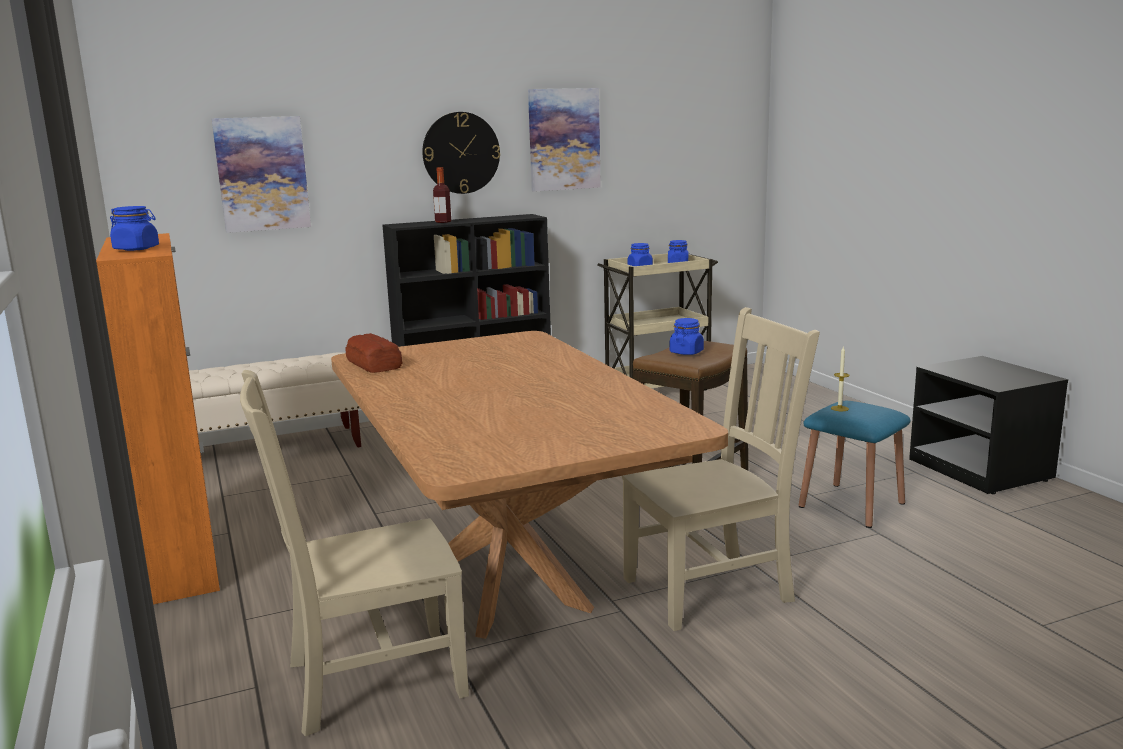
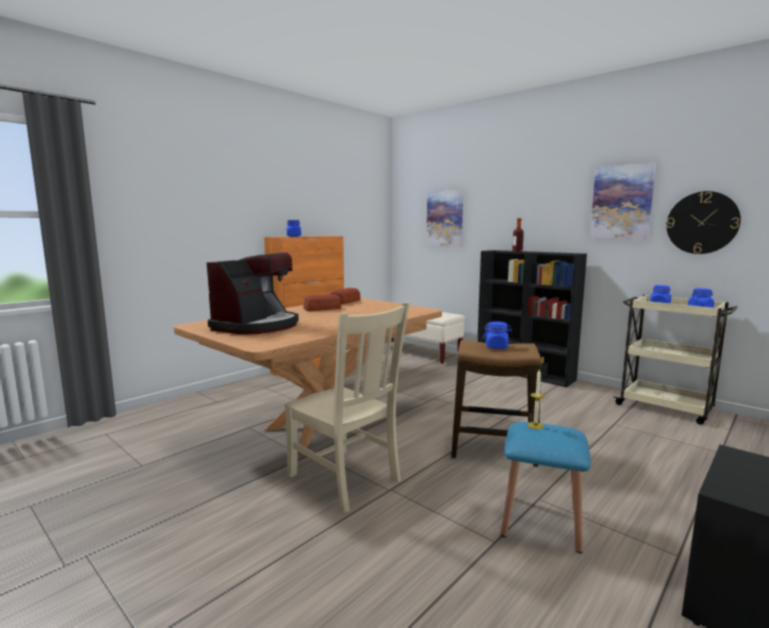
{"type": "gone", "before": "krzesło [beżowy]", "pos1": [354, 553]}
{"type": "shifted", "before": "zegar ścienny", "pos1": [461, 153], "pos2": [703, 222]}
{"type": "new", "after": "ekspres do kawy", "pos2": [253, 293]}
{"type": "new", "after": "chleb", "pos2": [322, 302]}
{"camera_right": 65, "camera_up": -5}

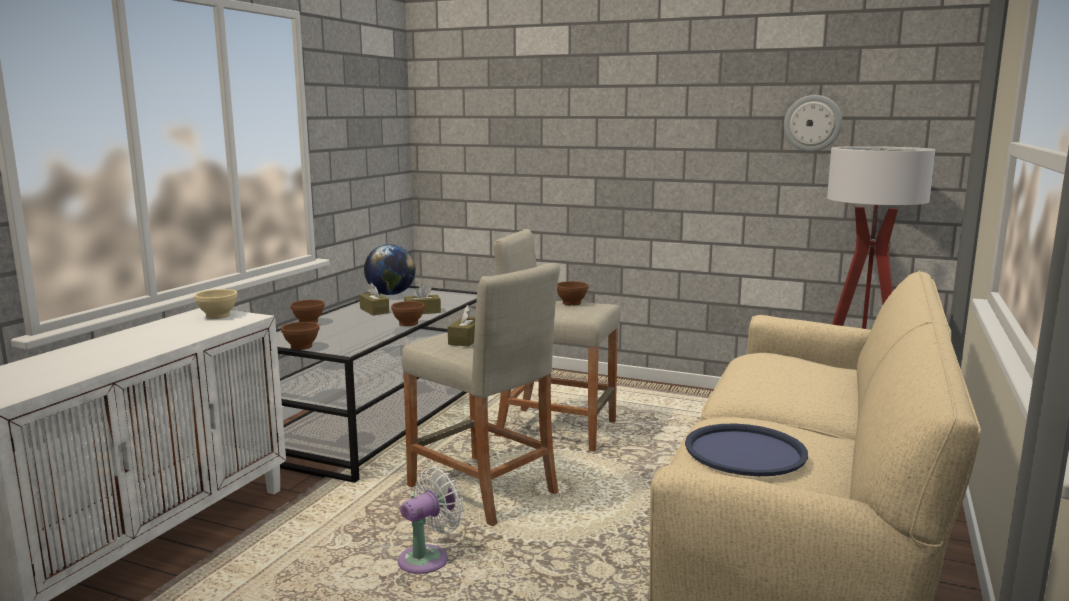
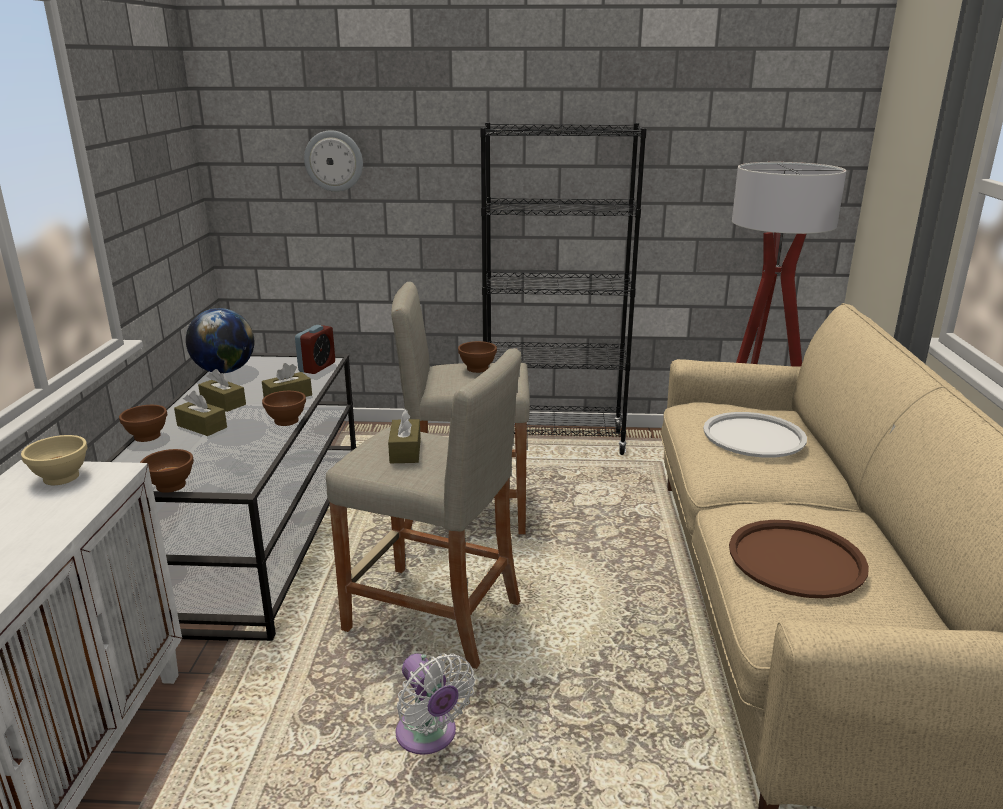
{"type": "rotated", "before": "wentylator [biały]", "pos1": [431, 520], "pos2": [435, 704], "turn": 120}
{"type": "repainted", "before": "taca [niebieski]", "after": "taca [brązowy]", "pos1": [746, 450], "pos2": [799, 559]}
{"type": "shifted", "before": "zegar ścienny", "pos1": [813, 123], "pos2": [333, 161]}
{"type": "new", "after": "pudełko chusteczek [brązowy]", "pos2": [200, 413]}
{"type": "new", "after": "budzik", "pos2": [315, 349]}
{"type": "new", "after": "regał [czarny]", "pos2": [563, 289]}
{"type": "new", "after": "taca [biały]", "pos2": [755, 435]}
{"camera_right": -20, "camera_up": 10}

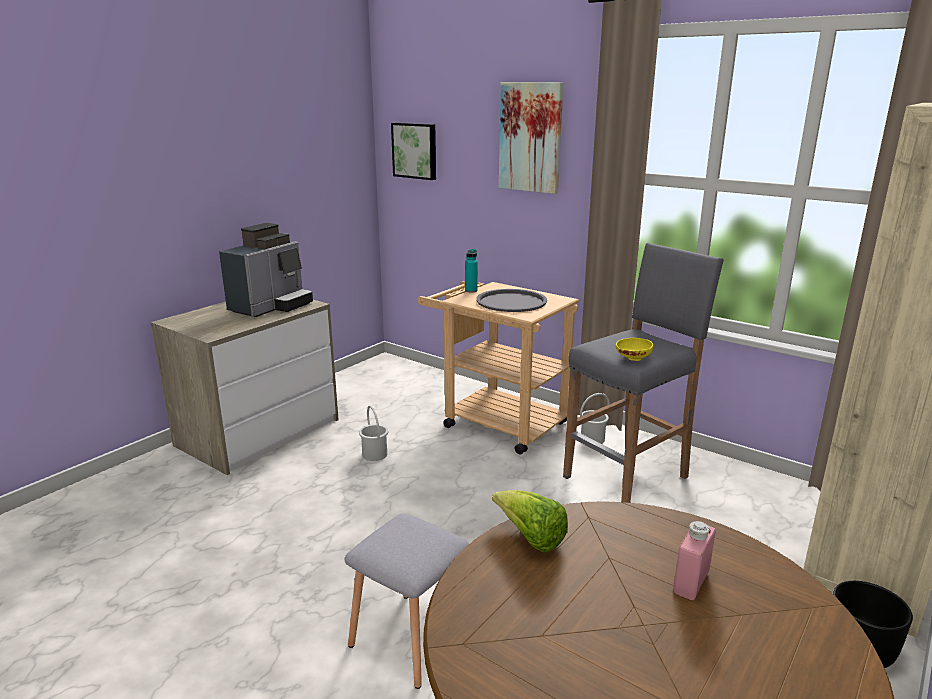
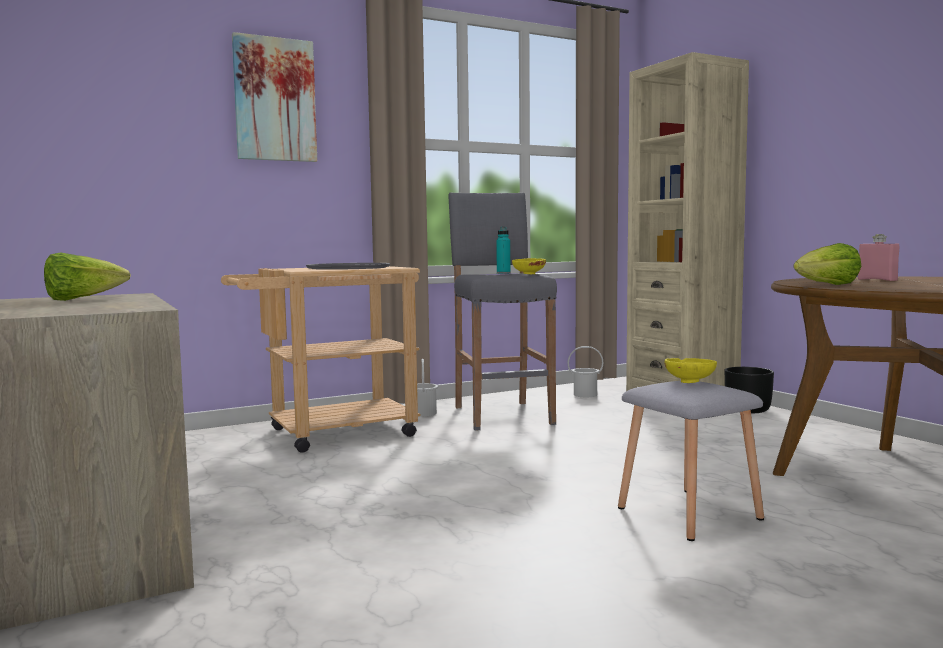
{"type": "swapped", "before": "ekspres do kawy", "after": "sałata", "pos1": [266, 270], "pos2": [87, 277]}
{"type": "shifted", "before": "wiadro [biały]", "pos1": [373, 433], "pos2": [586, 371]}
{"type": "gone", "before": "obraz", "pos1": [413, 151]}
{"type": "shifted", "before": "butelka [turkusowy]", "pos1": [471, 270], "pos2": [503, 250]}
{"type": "new", "after": "miska [żółty]", "pos2": [690, 370]}
{"camera_right": -65, "camera_up": -15}

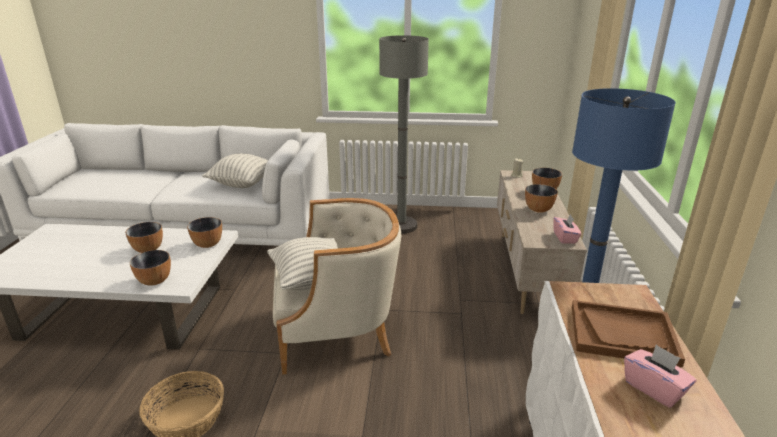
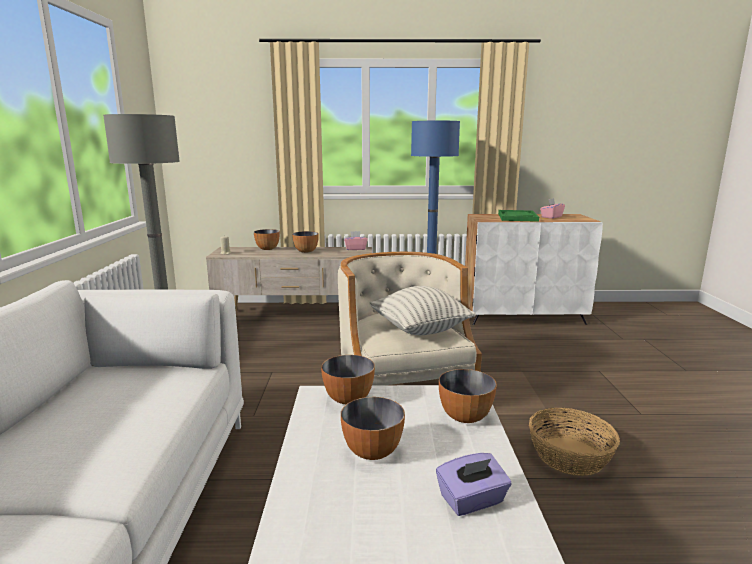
{"type": "gone", "before": "poduszka", "pos1": [235, 170]}
{"type": "repainted", "before": "taca [brązowy]", "after": "taca [zielony]", "pos1": [628, 333], "pos2": [518, 216]}
{"type": "new", "after": "pudełko chusteczek [fioletowy]", "pos2": [474, 484]}
{"camera_right": -95, "camera_up": -10}

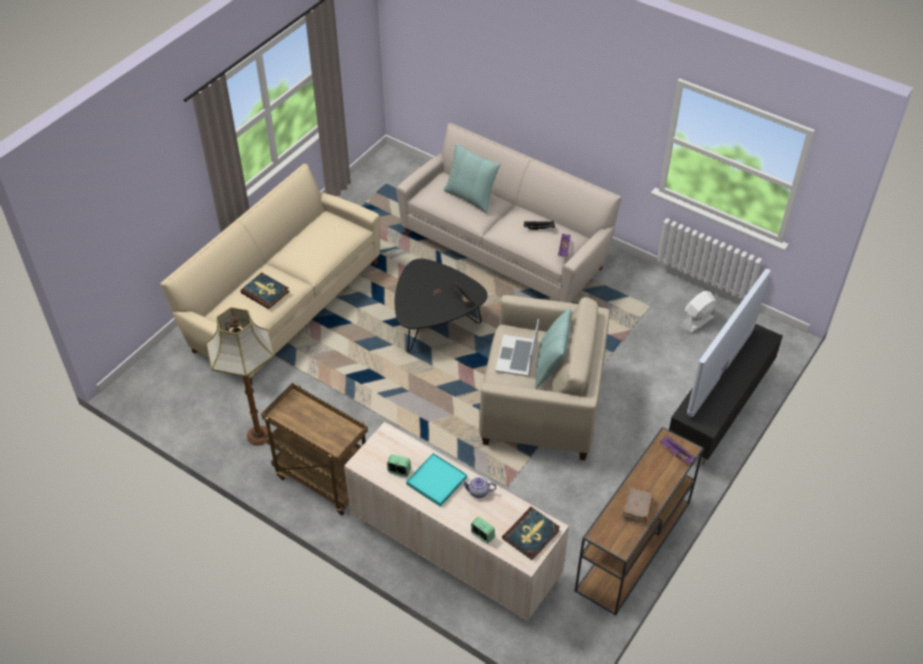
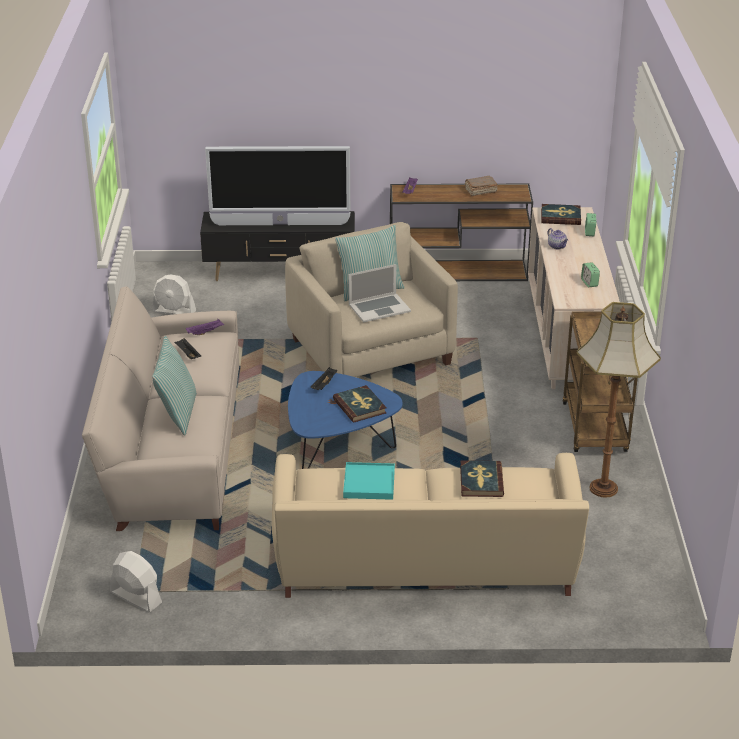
{"type": "repainted", "before": "ława [czarny]", "after": "ława [niebieski]", "pos1": [441, 306], "pos2": [345, 420]}
{"type": "shifted", "before": "taca [turkusowy]", "pos1": [436, 480], "pos2": [369, 481]}
{"type": "new", "after": "wentylator [biały]", "pos2": [136, 582]}
{"type": "new", "after": "książka", "pos2": [360, 404]}
{"camera_right": -125, "camera_up": -15}

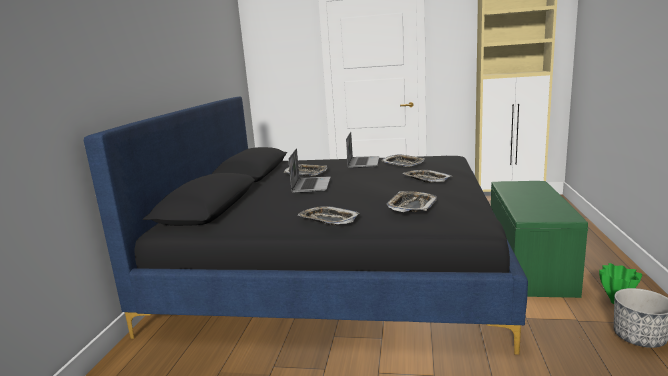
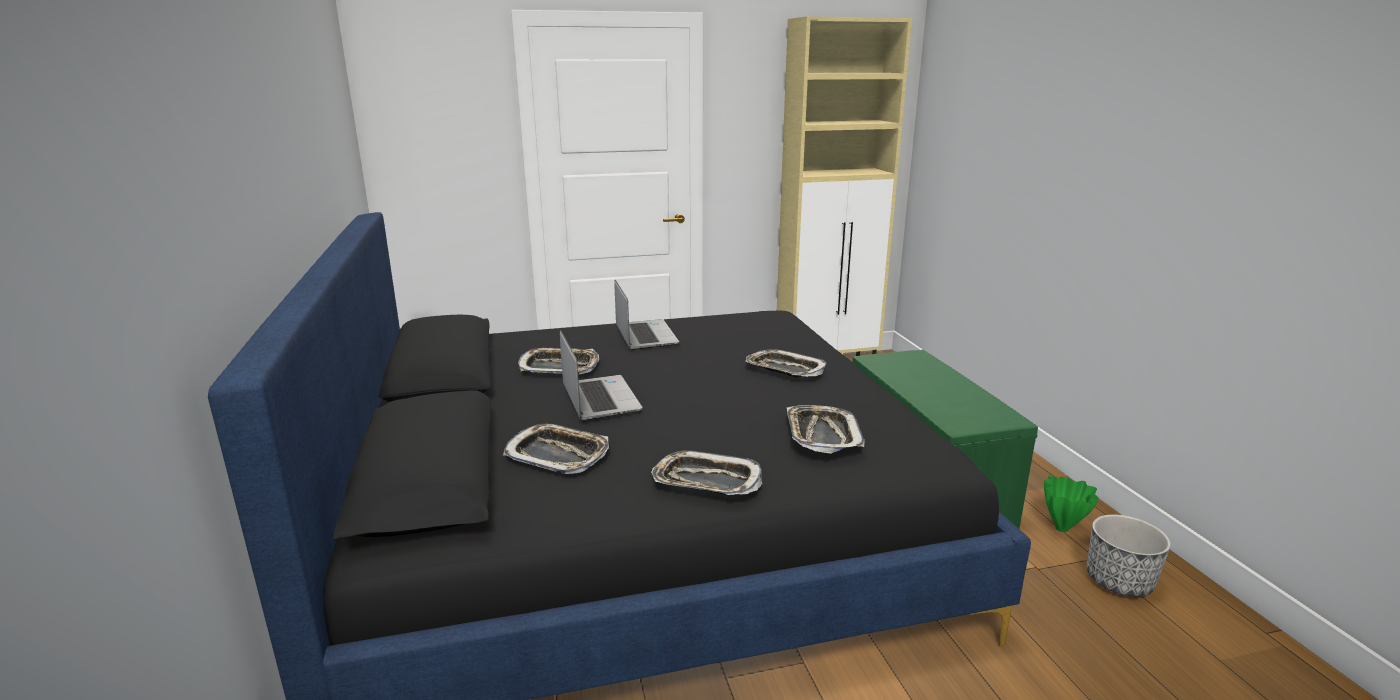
{"type": "shifted", "before": "taca", "pos1": [403, 161], "pos2": [556, 449]}
{"camera_right": -25, "camera_up": 5}

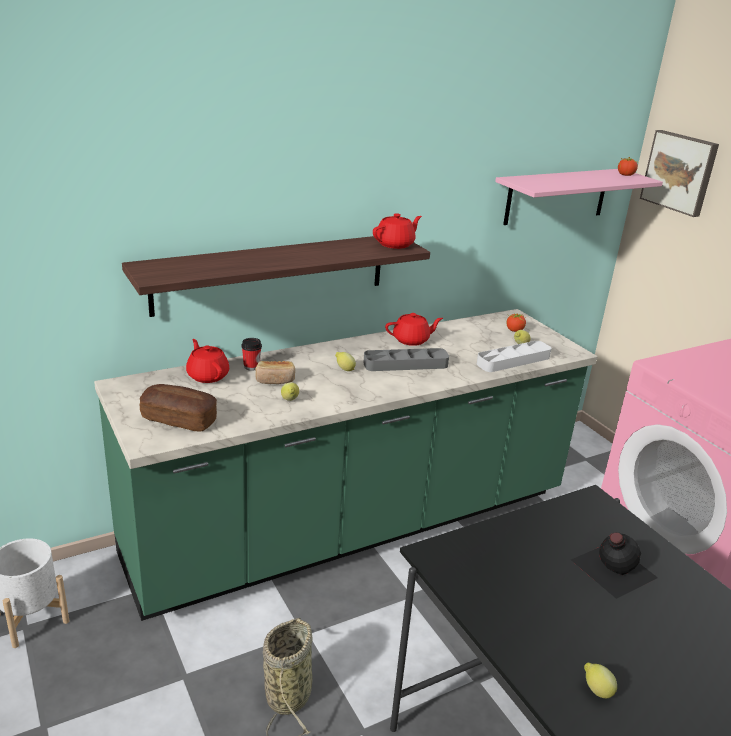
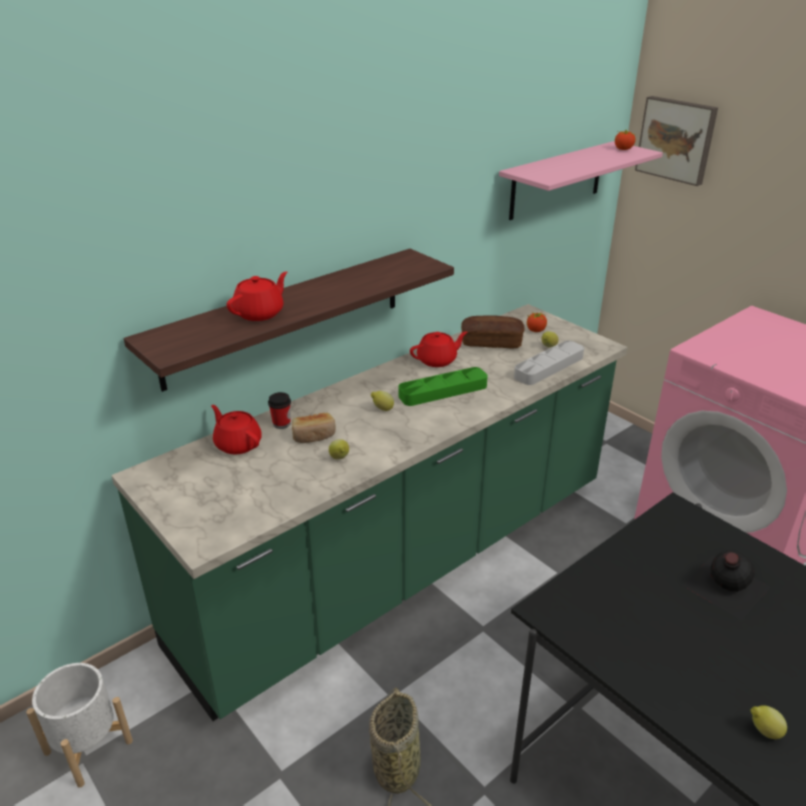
{"type": "shifted", "before": "chleb", "pos1": [178, 407], "pos2": [493, 332]}
{"type": "repainted", "before": "taca [szary]", "after": "taca [zielony]", "pos1": [406, 359], "pos2": [443, 386]}
{"type": "shifted", "before": "imbryk [czerwony]", "pos1": [397, 231], "pos2": [257, 296]}
{"camera_right": -10, "camera_up": 5}

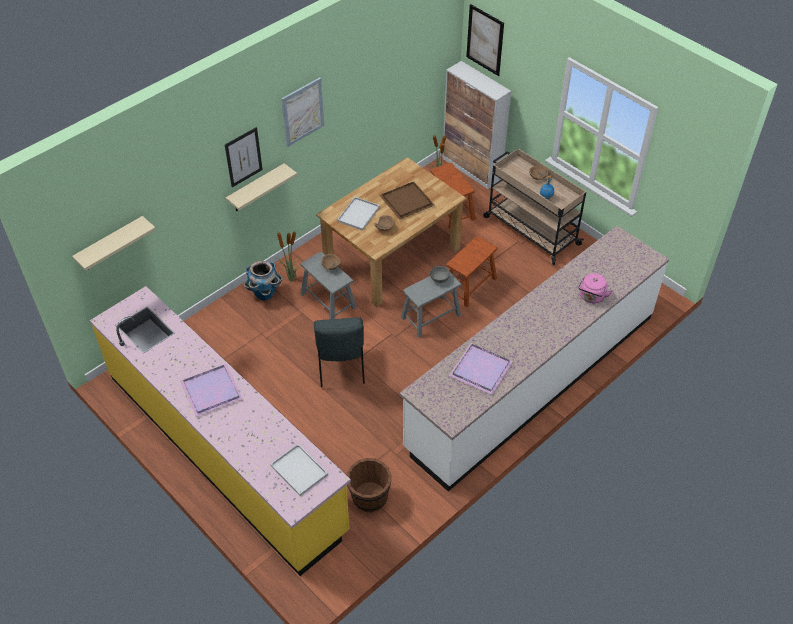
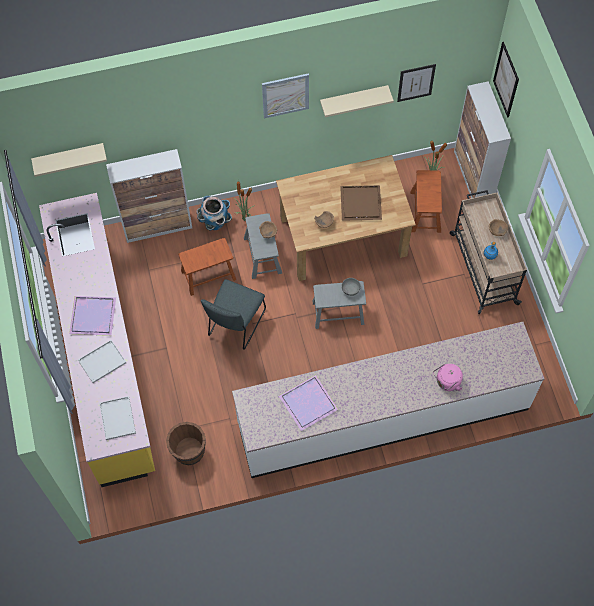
{"type": "shifted", "before": "obraz", "pos1": [244, 157], "pos2": [416, 83]}
{"type": "shifted", "before": "półka [beżowy]", "pos1": [261, 187], "pos2": [357, 101]}
{"type": "shifted", "before": "taca [biały]", "pos1": [358, 214], "pos2": [102, 361]}
{"type": "shifted", "before": "stołek [brązowy]", "pos1": [472, 272], "pos2": [207, 267]}
{"type": "new", "after": "szafka", "pos2": [149, 196]}
{"camera_right": 30, "camera_up": 15}

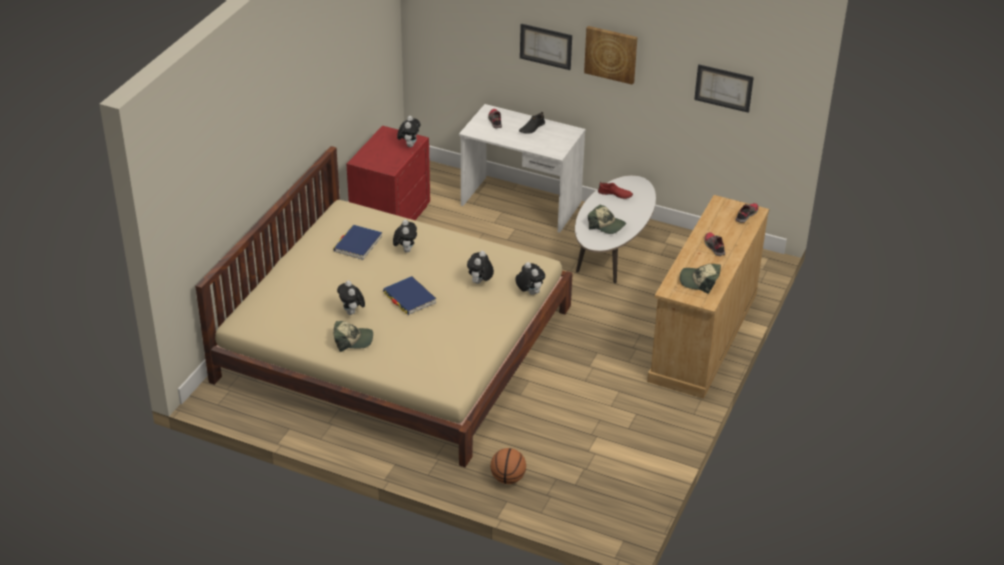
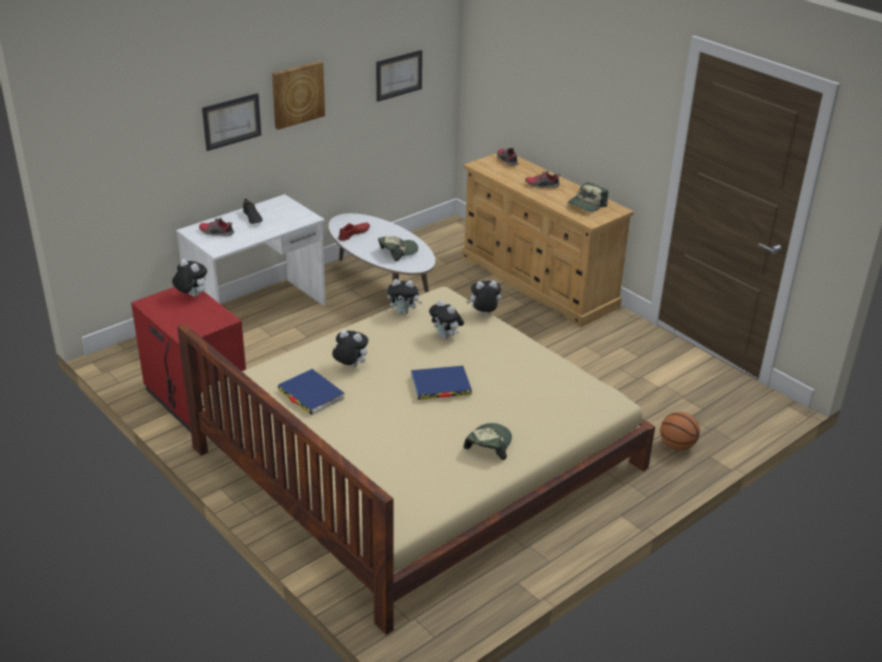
{"type": "shifted", "before": "pluszak", "pos1": [351, 298], "pos2": [404, 297]}
{"camera_right": -65, "camera_up": -5}

